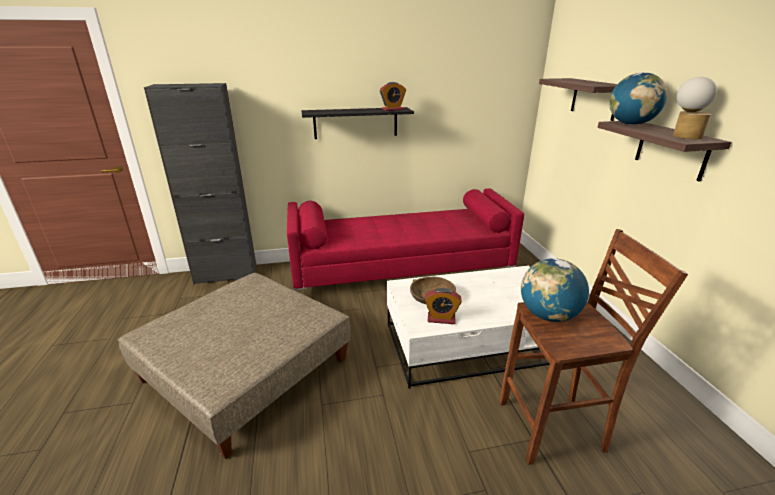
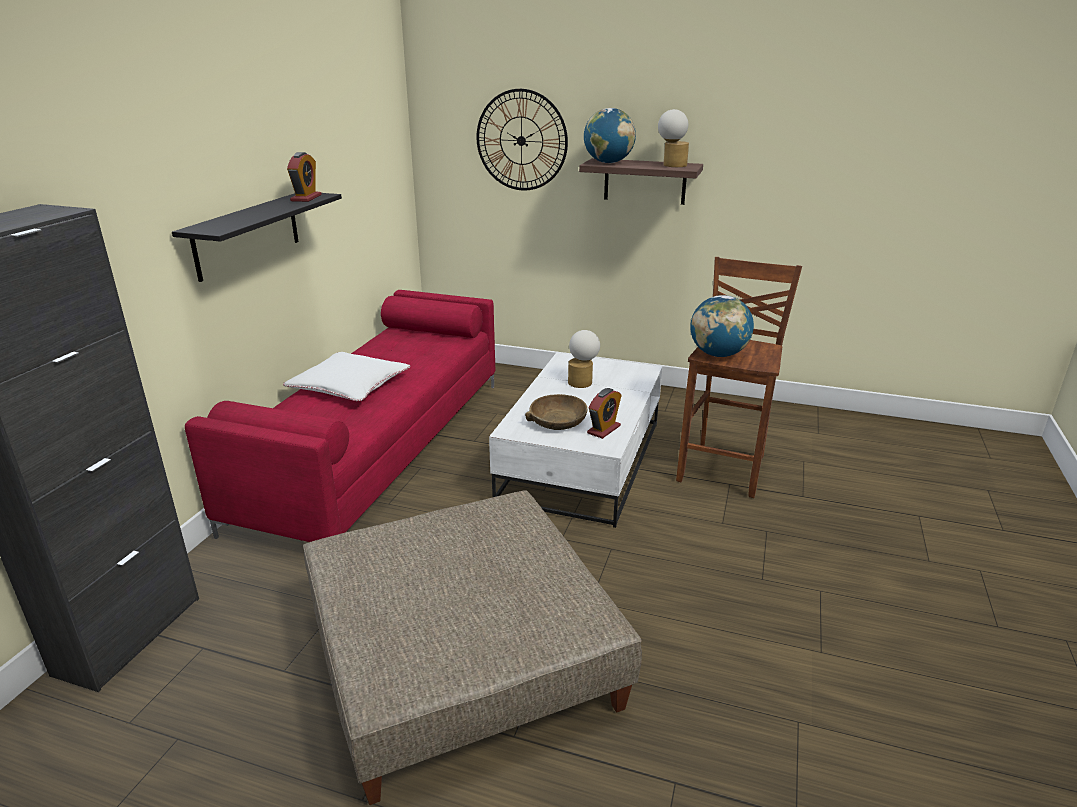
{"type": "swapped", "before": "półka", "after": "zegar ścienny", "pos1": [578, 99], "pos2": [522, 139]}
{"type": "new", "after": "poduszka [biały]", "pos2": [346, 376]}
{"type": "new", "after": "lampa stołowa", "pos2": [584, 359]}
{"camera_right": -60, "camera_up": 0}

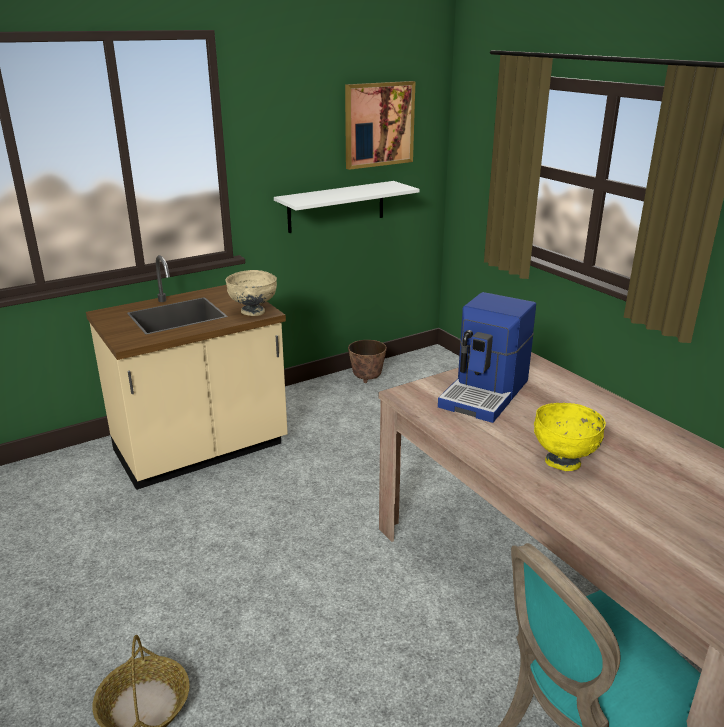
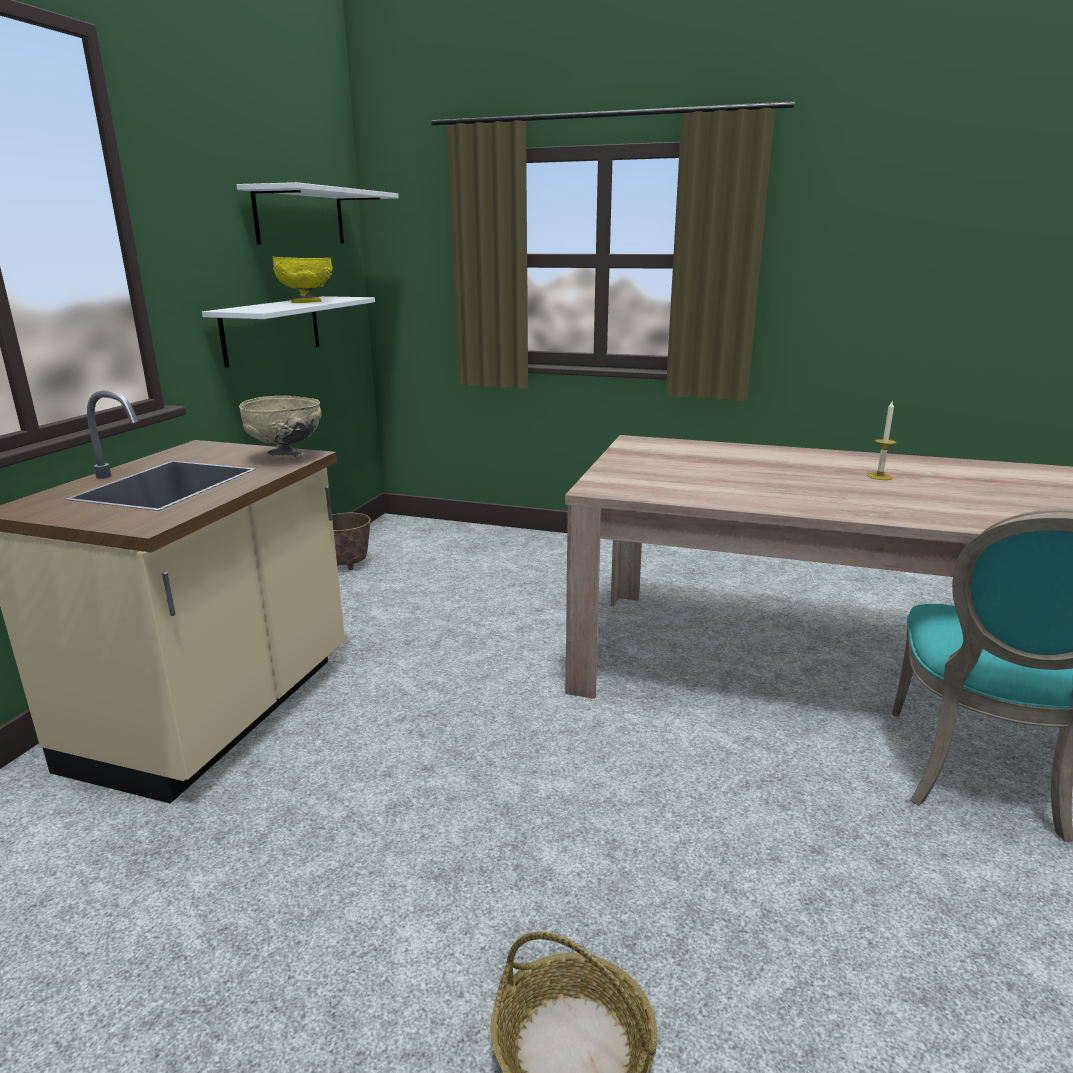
{"type": "swapped", "before": "obraz", "after": "półka [biały]", "pos1": [380, 125], "pos2": [318, 213]}
{"type": "gone", "before": "ekspres do kawy", "pos1": [487, 357]}
{"type": "shifted", "before": "miska [żółty]", "pos1": [570, 437], "pos2": [303, 280]}
{"type": "new", "after": "świeca", "pos2": [882, 440]}
{"camera_right": -40, "camera_up": -5}

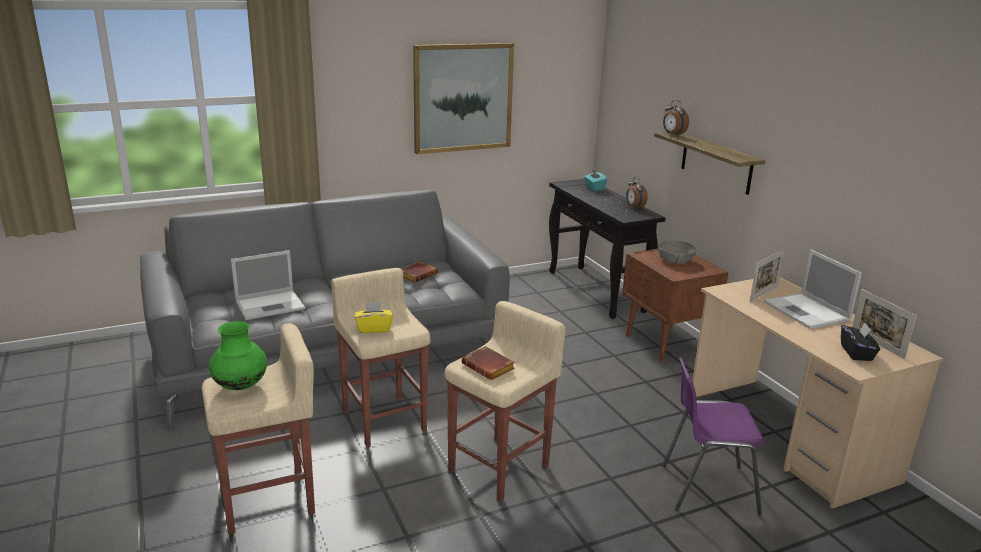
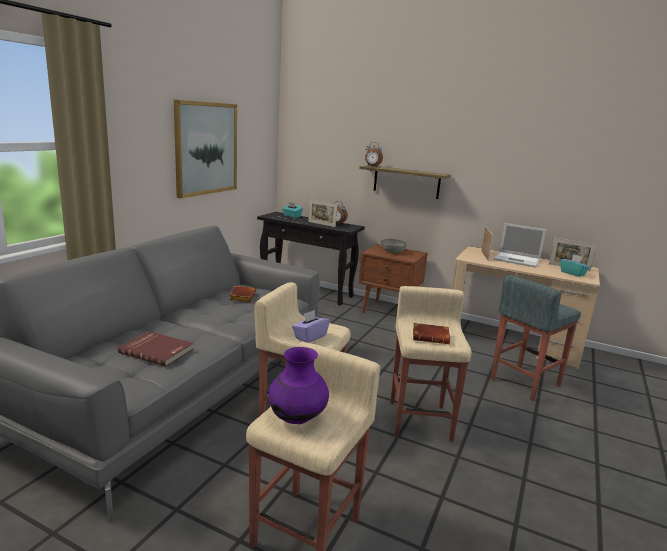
{"type": "repainted", "before": "wazon [zielony]", "after": "wazon [fioletowy]", "pos1": [238, 355], "pos2": [298, 385]}
{"type": "swapped", "before": "laptop", "after": "książka [czerwony]", "pos1": [268, 285], "pos2": [156, 349]}
{"type": "repainted", "before": "pudełko chusteczek [żółty]", "after": "pudełko chusteczek [fioletowy]", "pos1": [374, 317], "pos2": [311, 326]}
{"type": "swapped", "before": "krzesło [fioletowy]", "after": "stołek [szary]", "pos1": [712, 436], "pos2": [535, 338]}
{"type": "repainted", "before": "pudełko chusteczek [czarny]", "after": "pudełko chusteczek [turkusowy]", "pos1": [860, 341], "pos2": [575, 266]}
{"type": "new", "after": "ramka na zdjęcie", "pos2": [322, 213]}
{"camera_right": -40, "camera_up": -5}

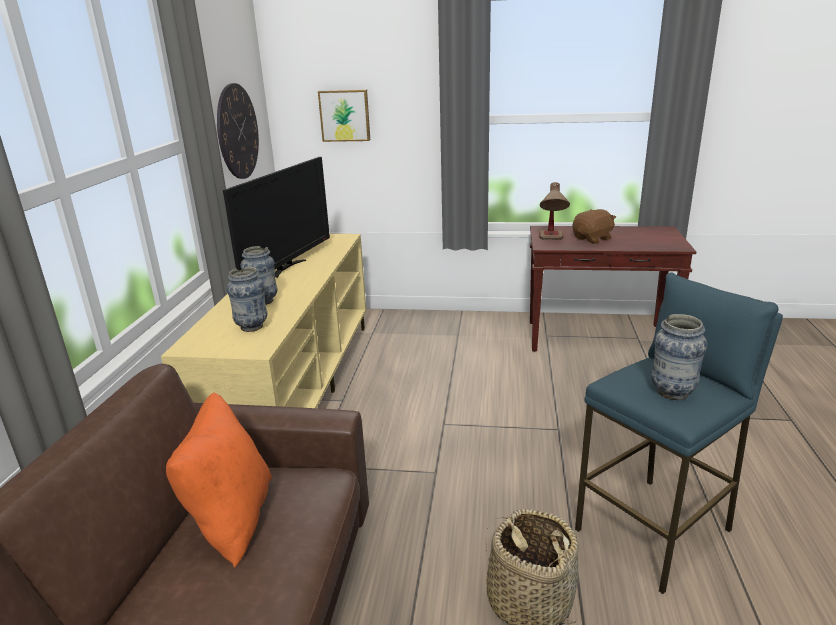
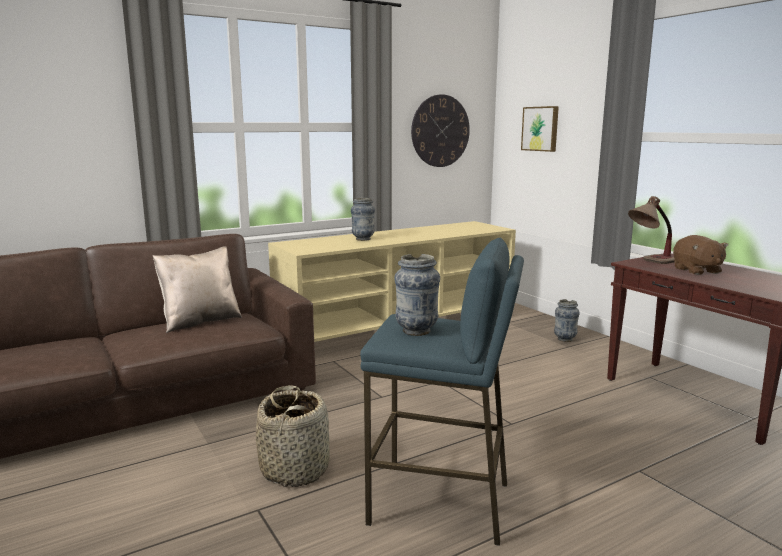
{"type": "repainted", "before": "poduszka [pomarańczowy]", "after": "poduszka [beżowy]", "pos1": [219, 480], "pos2": [197, 289]}
{"type": "gone", "before": "telewizor", "pos1": [276, 217]}
{"type": "shifted", "before": "wazon", "pos1": [247, 299], "pos2": [567, 320]}
{"type": "rotated", "before": "pluszak [brązowy]", "pos1": [594, 226], "pos2": [700, 255], "turn": 60}
{"camera_right": 50, "camera_up": -10}

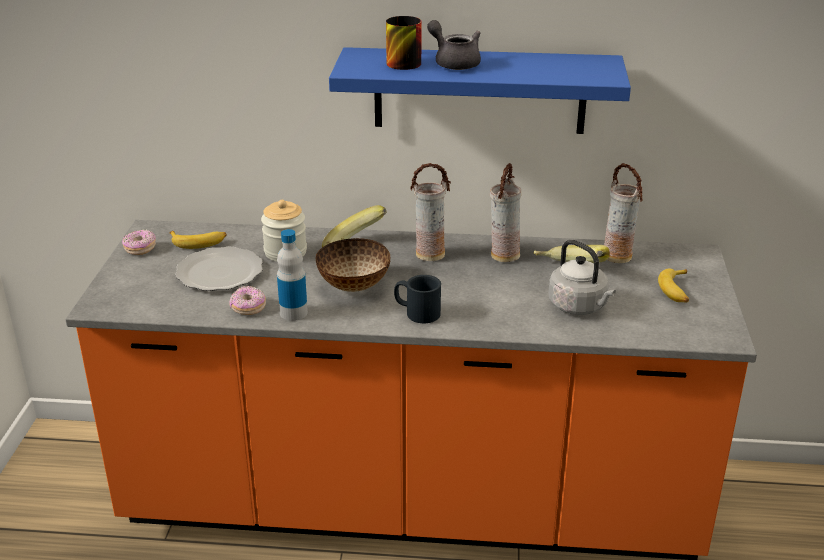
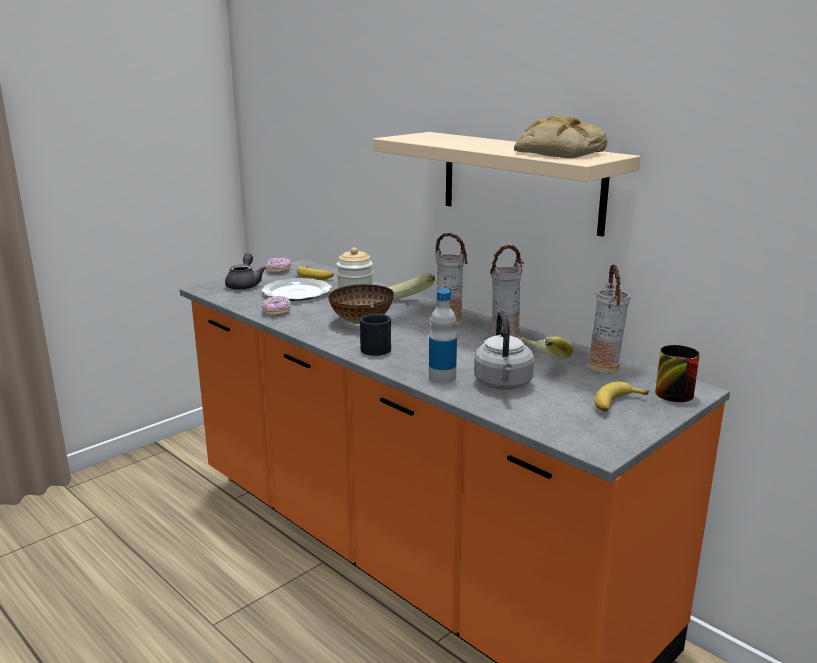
{"type": "shifted", "before": "butelka", "pos1": [292, 275], "pos2": [443, 336]}
{"type": "repainted", "before": "półka [niebieski]", "after": "półka [beżowy]", "pos1": [480, 90], "pos2": [506, 184]}
{"type": "shifted", "before": "kubek", "pos1": [404, 43], "pos2": [677, 373]}
{"type": "shifted", "before": "imbryk [szary]", "pos1": [454, 45], "pos2": [245, 271]}
{"type": "new", "after": "chleb", "pos2": [560, 137]}
{"camera_right": 40, "camera_up": -10}

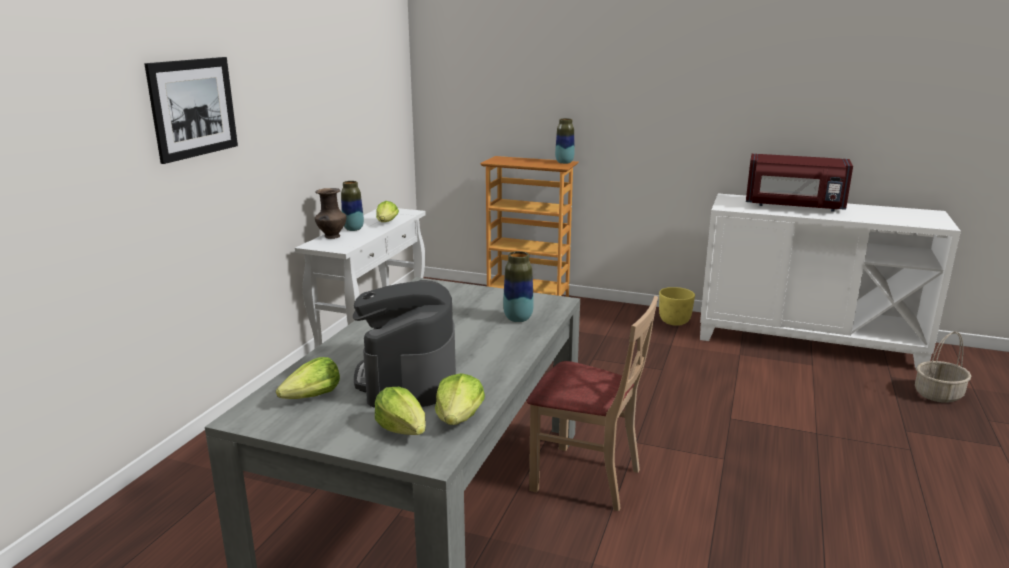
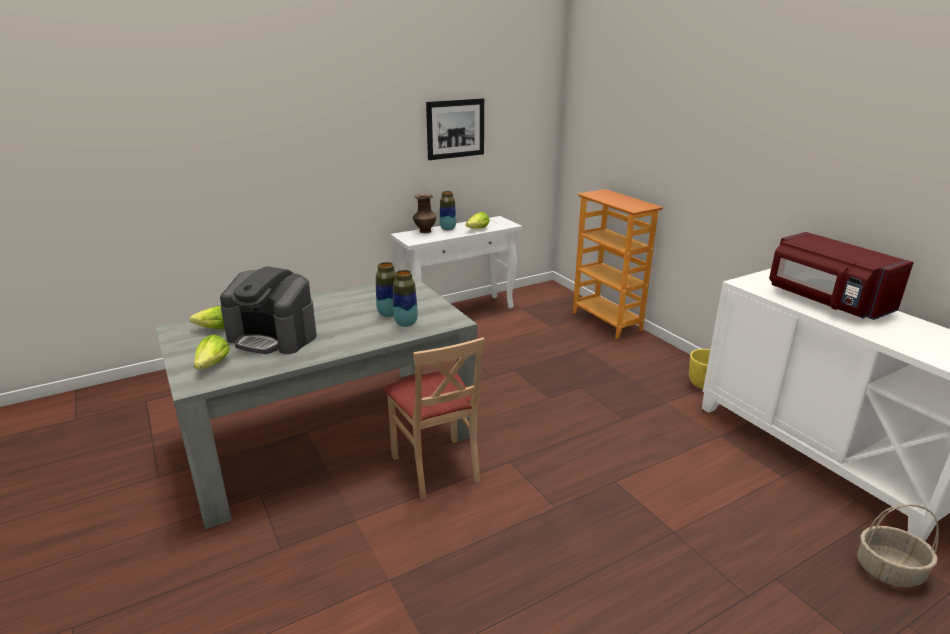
{"type": "shifted", "before": "obraz", "pos1": [191, 110], "pos2": [455, 129]}
{"type": "rotated", "before": "ekspres do kawy", "pos1": [404, 344], "pos2": [268, 310], "turn": -105}
{"type": "gone", "before": "sałata", "pos1": [460, 399]}
{"type": "shifted", "before": "wazon", "pos1": [565, 141], "pos2": [385, 289]}
{"camera_right": 40, "camera_up": 5}

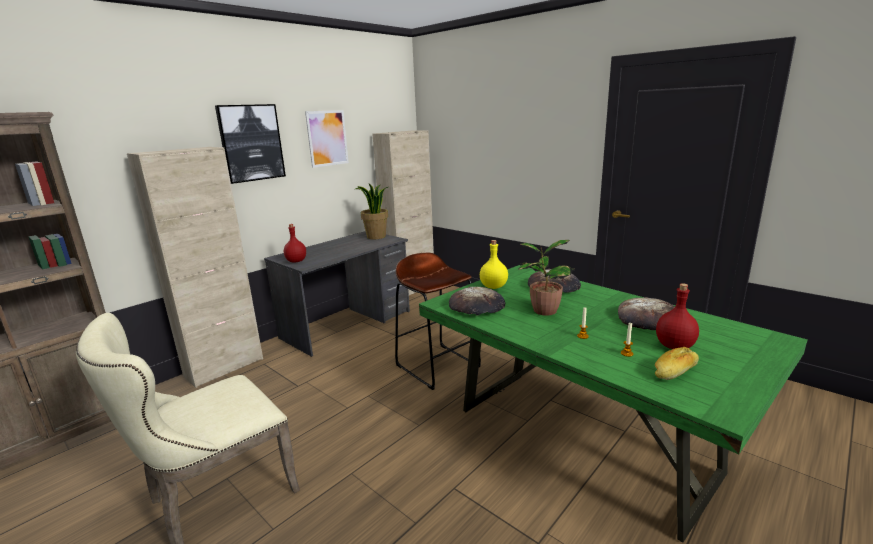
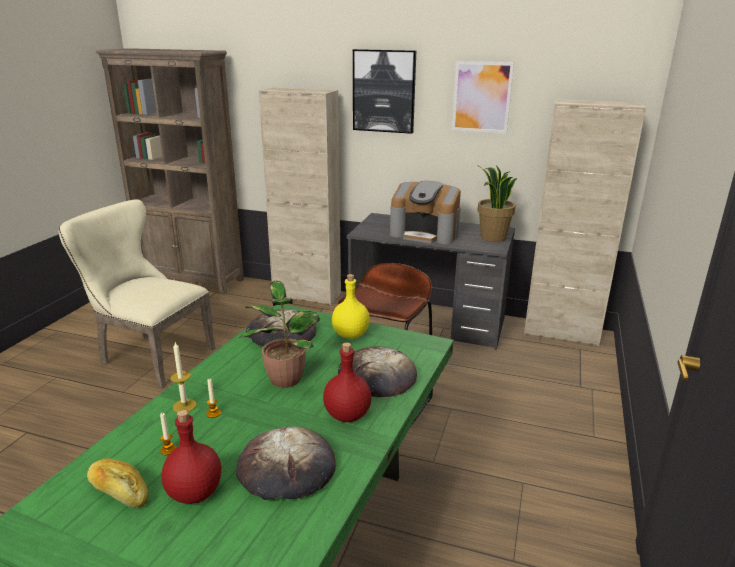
{"type": "shifted", "before": "butelka [czerwony]", "pos1": [295, 243], "pos2": [347, 382]}
{"type": "new", "after": "świeca", "pos2": [183, 377]}
{"type": "new", "after": "ekspres do kawy", "pos2": [425, 212]}
{"camera_right": 65, "camera_up": 5}

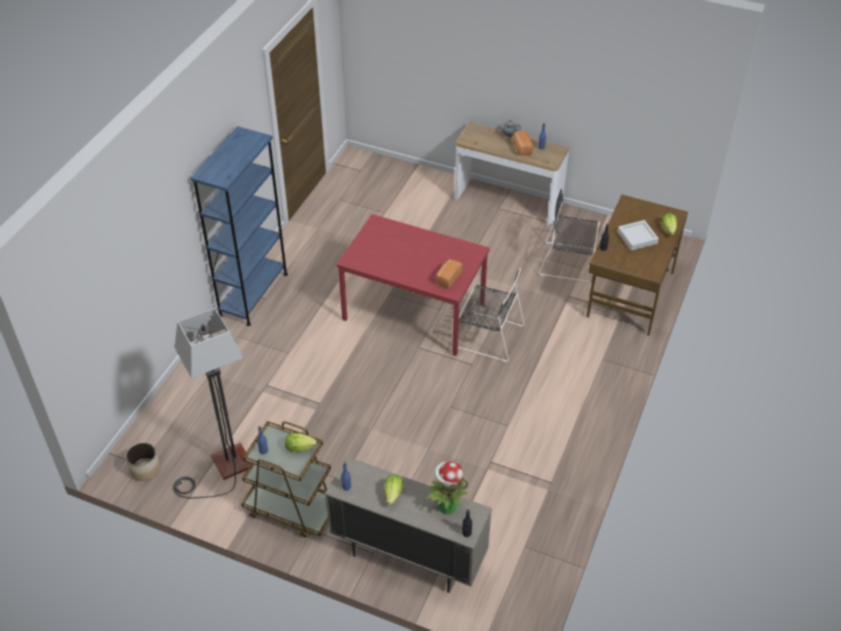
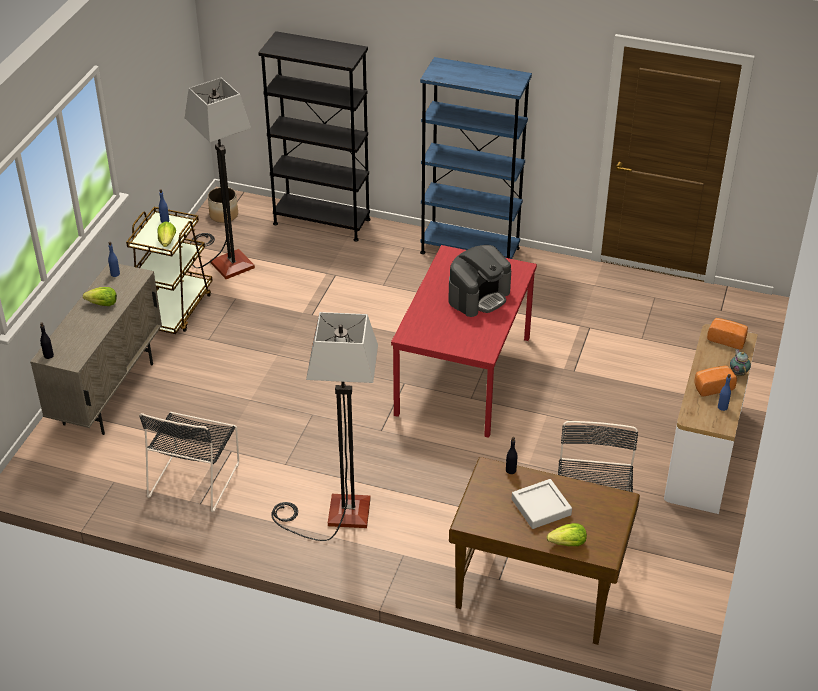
{"type": "gone", "before": "roślina doniczkowa", "pos1": [448, 488]}
{"type": "shifted", "before": "chleb", "pos1": [449, 274], "pos2": [727, 333]}
{"type": "shifted", "before": "krzesło [czarny]", "pos1": [491, 315], "pos2": [189, 462]}
{"type": "new", "after": "regał [czarny]", "pos2": [314, 136]}
{"type": "new", "after": "lampa stojąca", "pos2": [324, 426]}
{"type": "new", "after": "ekspres do kawy", "pos2": [479, 281]}
{"camera_right": 85, "camera_up": -5}

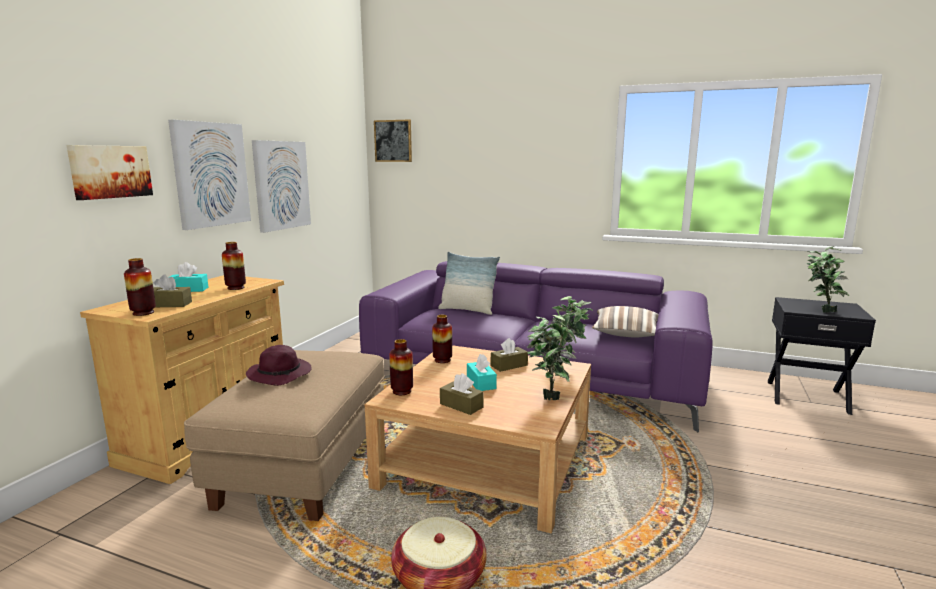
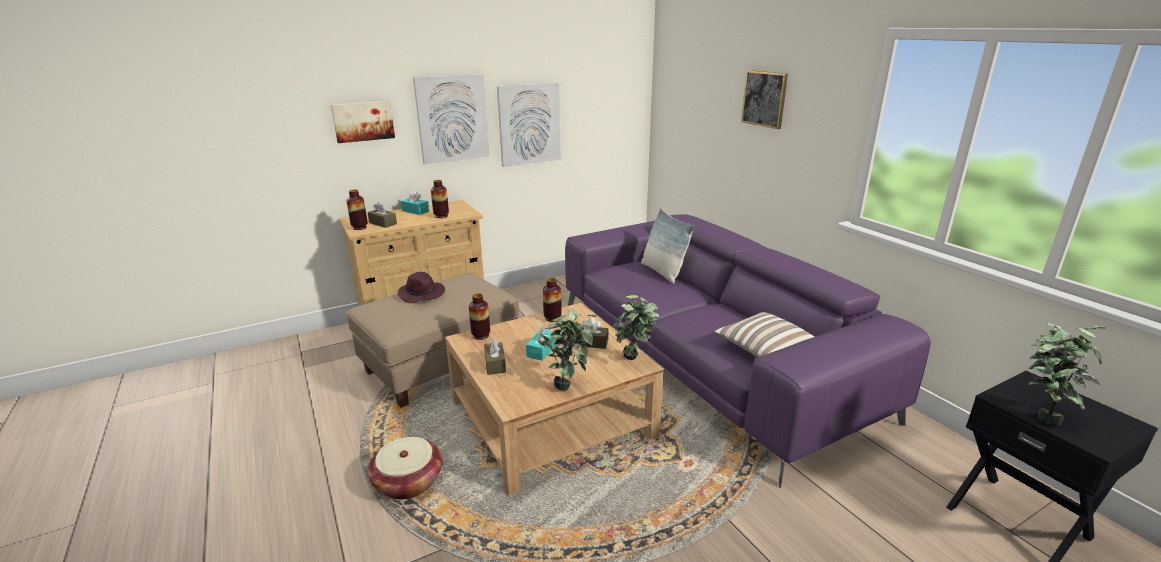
{"type": "shifted", "before": "obraz", "pos1": [393, 140], "pos2": [764, 99]}
{"camera_right": 40, "camera_up": 10}

